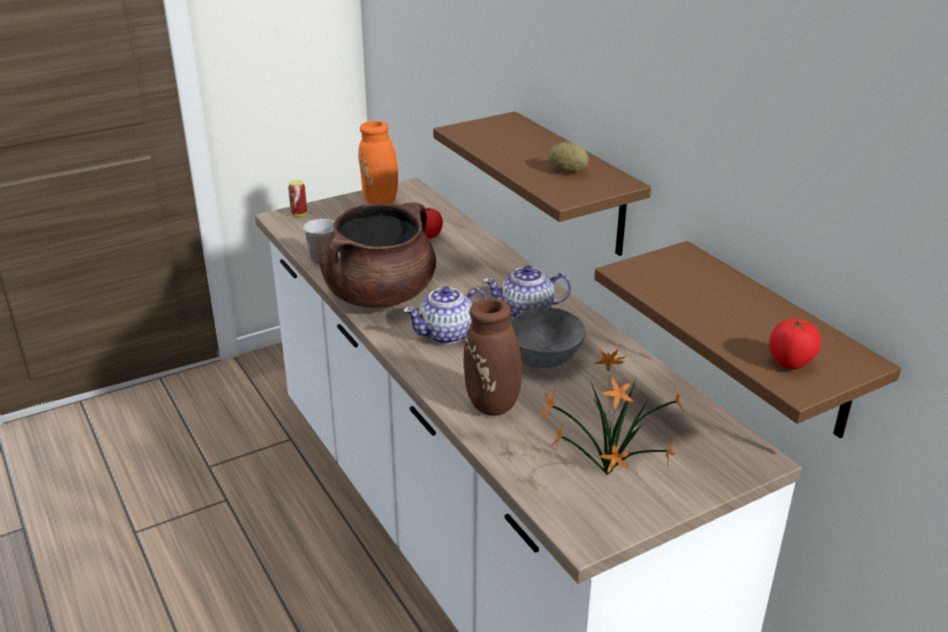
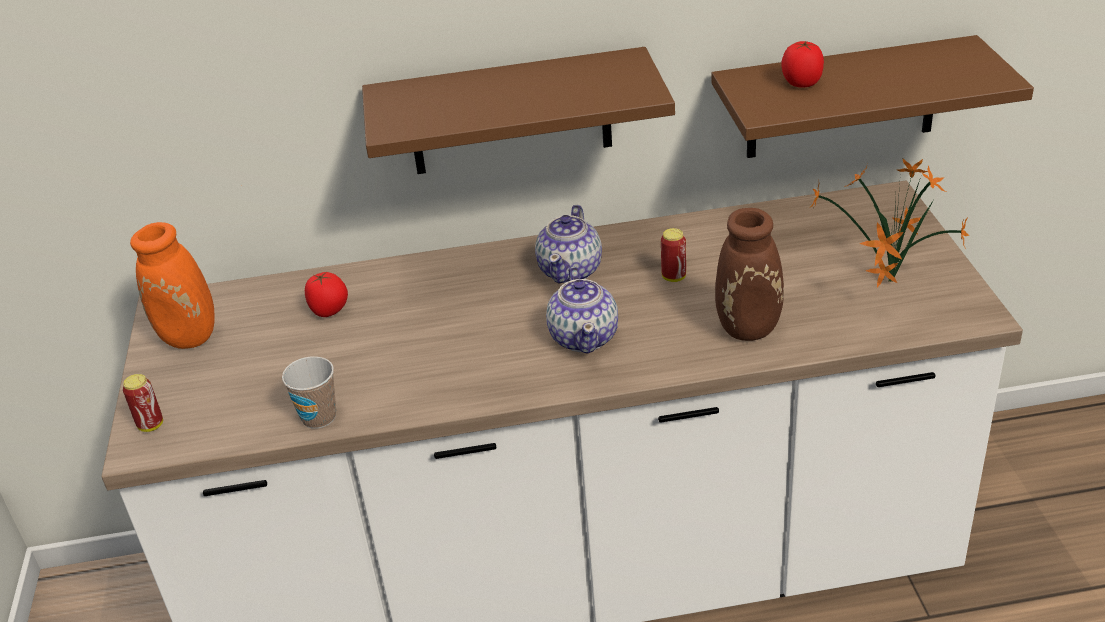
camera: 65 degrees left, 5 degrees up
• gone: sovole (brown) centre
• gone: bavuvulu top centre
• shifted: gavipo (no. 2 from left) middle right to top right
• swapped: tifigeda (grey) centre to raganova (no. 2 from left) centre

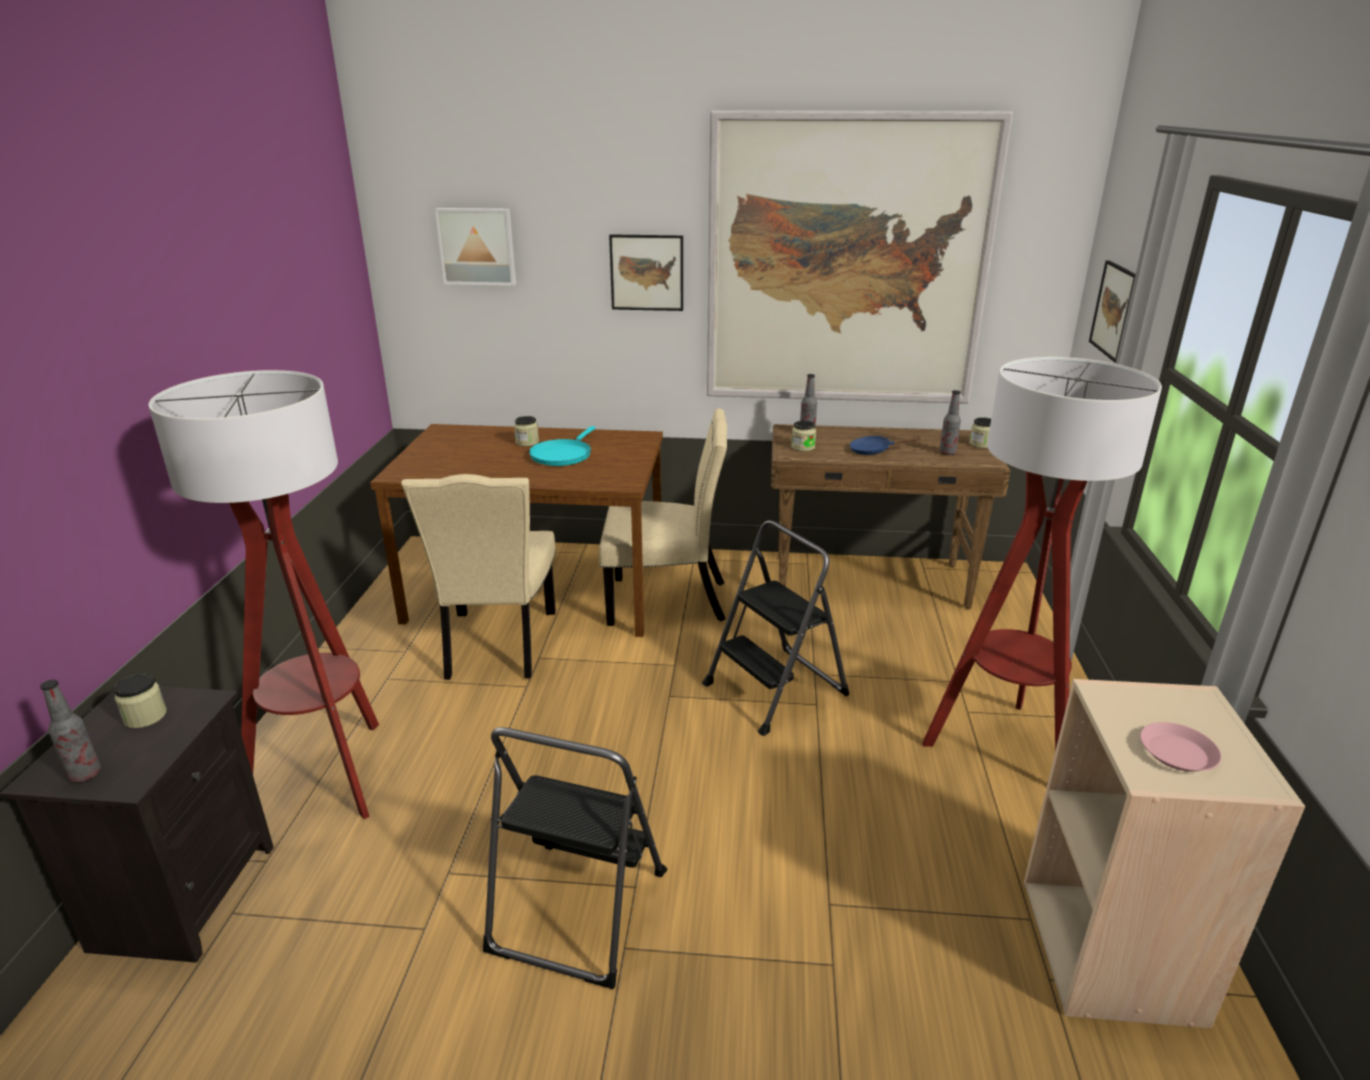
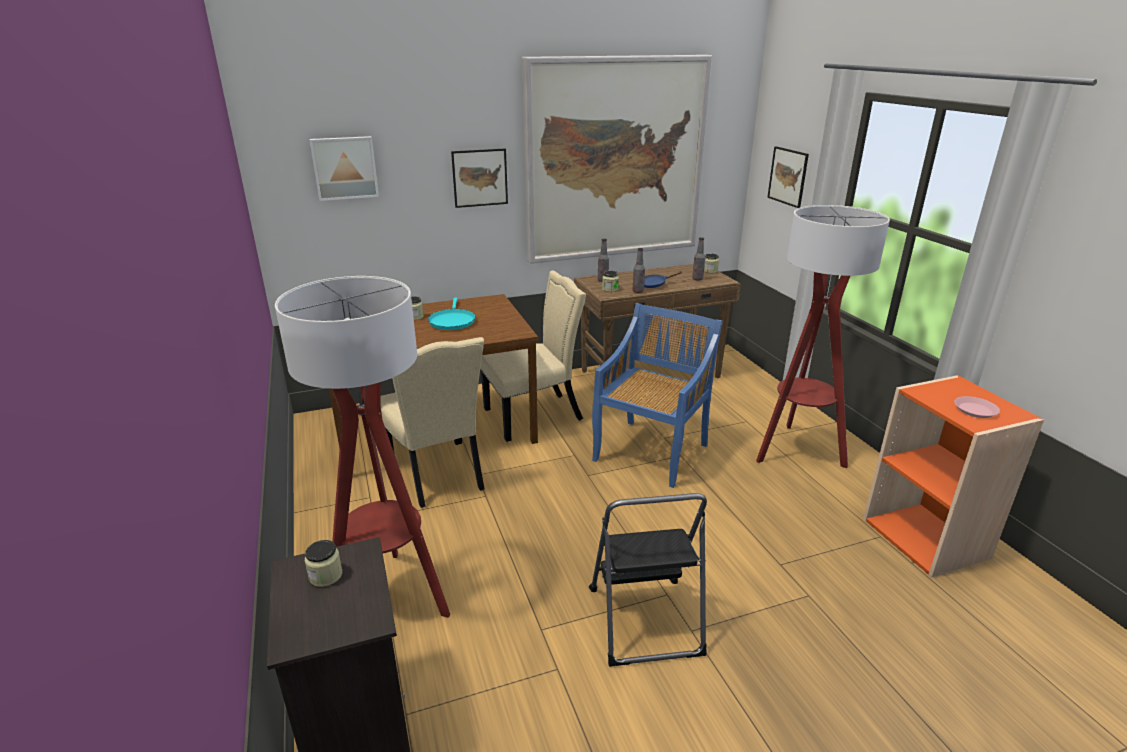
camera: 25 degrees left, 0 degrees up
• shifted: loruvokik (no. 1 from left in the first image) bottom left to loruvokik (no. 2 from left) centre
• swapped: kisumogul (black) (no. 2 from left) centre to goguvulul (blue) centre
• repainted: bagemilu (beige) bottom right to bagemilu (orange) middle right

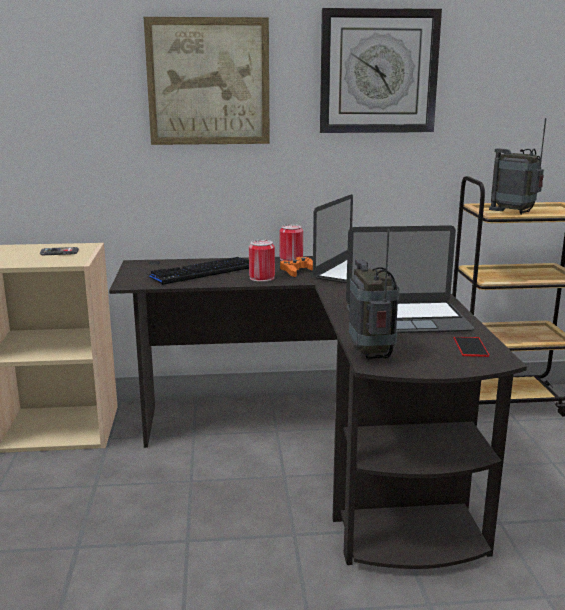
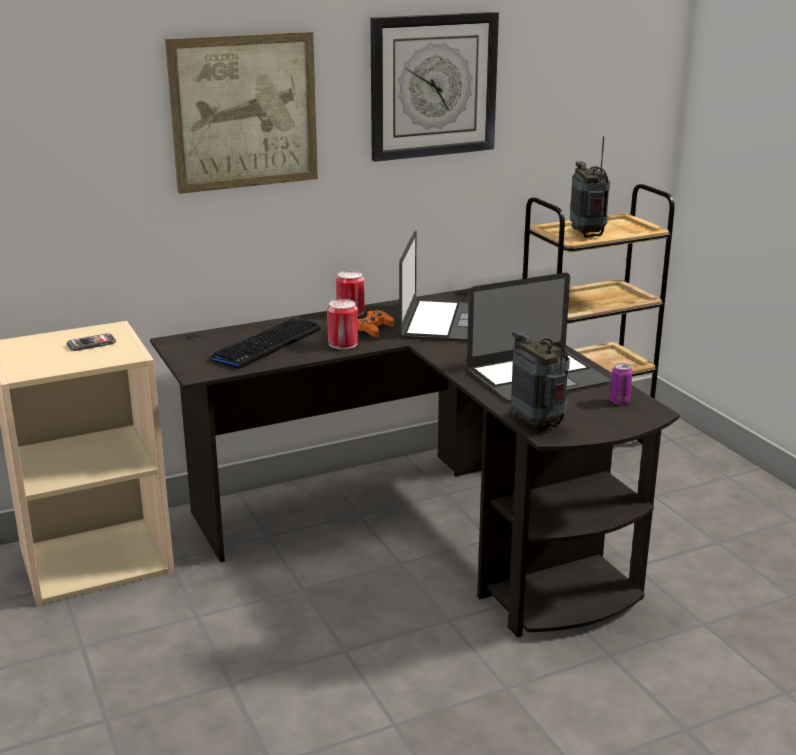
camera: 20 degrees left, 5 degrees up
• swapped: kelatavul (no. 2 from left) middle right to raganova (no. 3 from left) middle right
• rotated: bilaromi (no. 2 from left) top right = top right 60 degrees clockwise

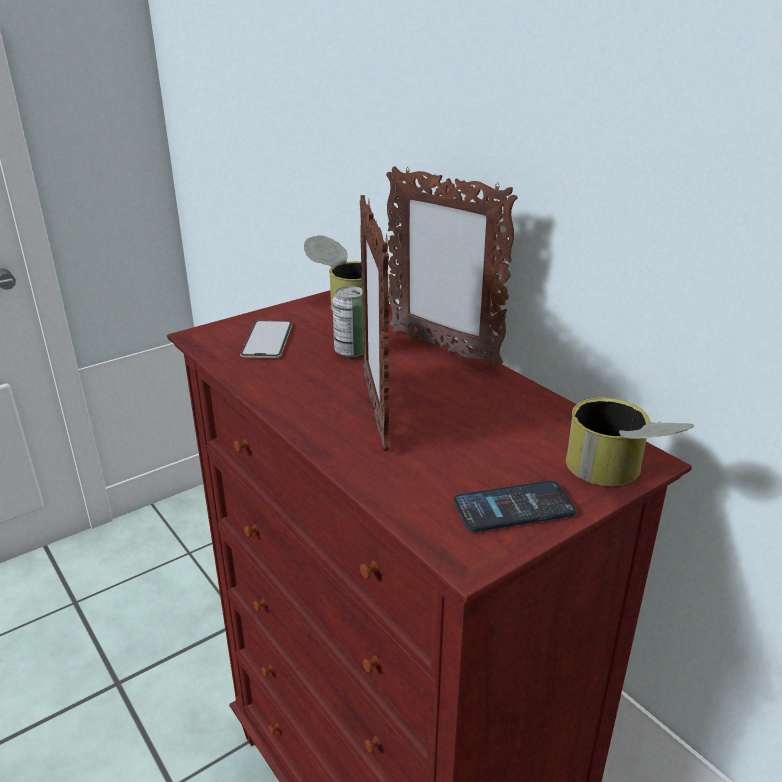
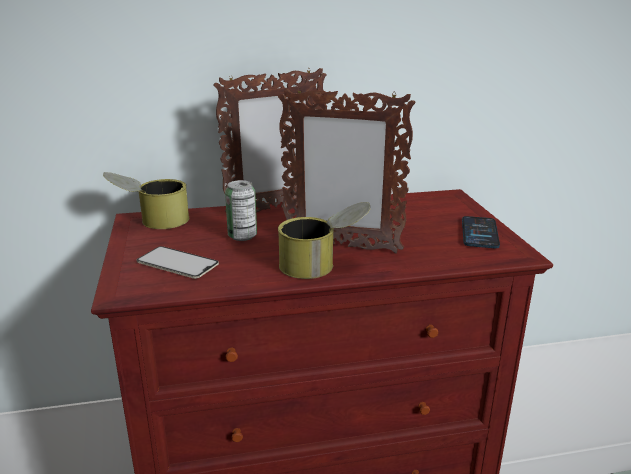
camera: 65 degrees left, 5 degrees down
• shifted: raganova (no. 3 from left) middle right to centre

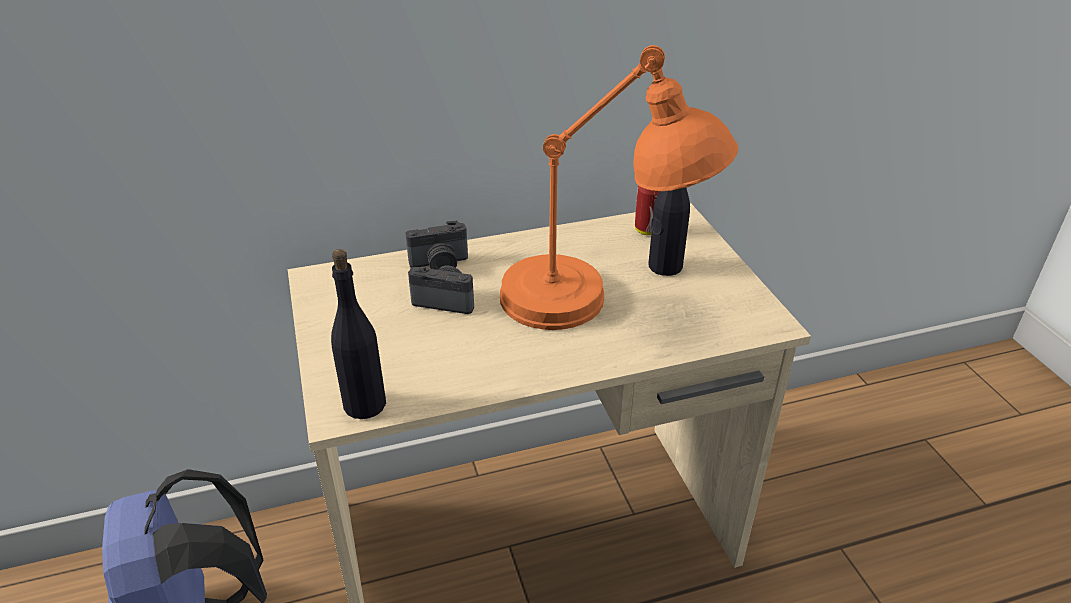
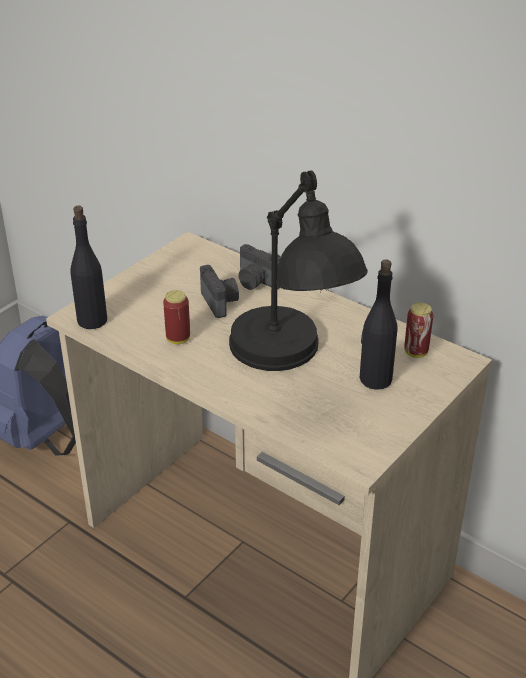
camera: 55 degrees right, 0 degrees up
• new: raganova (no. 1 from left) centre
• repainted: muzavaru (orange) top centre to muzavaru (black) centre

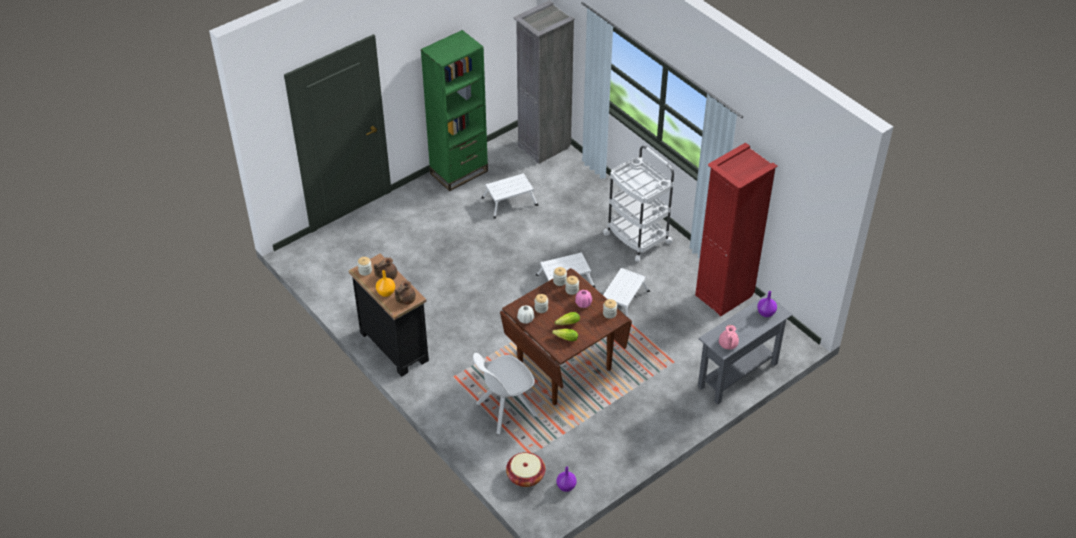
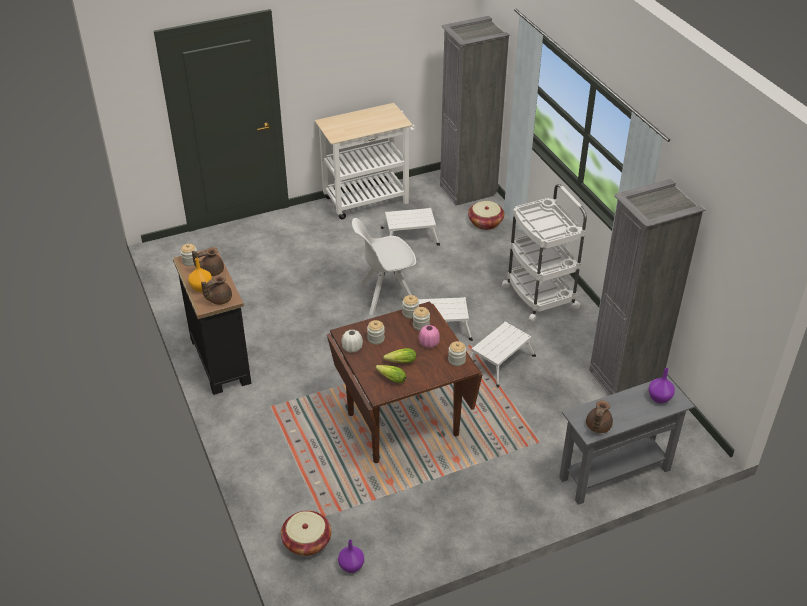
camera: 15 degrees right, 5 degrees down
• new: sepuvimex (no. 2 from left) centre
• shifted: goguvulul (white) bottom centre to centre
• swapped: bagemilu (green) top centre to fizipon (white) (no. 1 from left) top centre
• repainted: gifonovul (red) middle right to gifonovul (grey) (no. 2 from left) middle right
• repainted: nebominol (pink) middle right to nebominol (brown) (no. 3 from left) bottom right

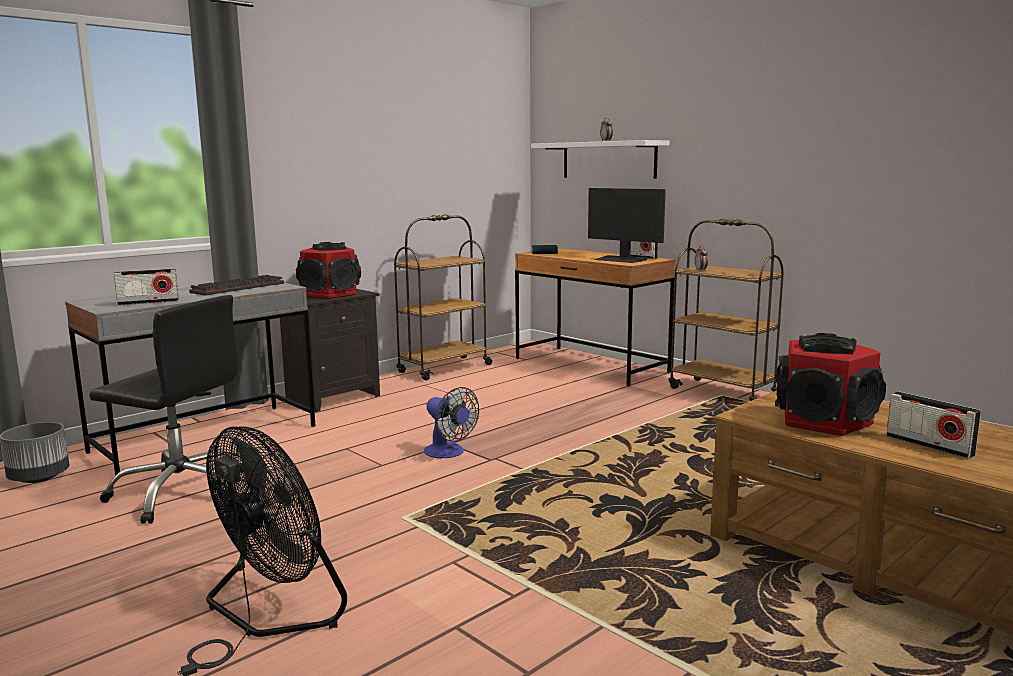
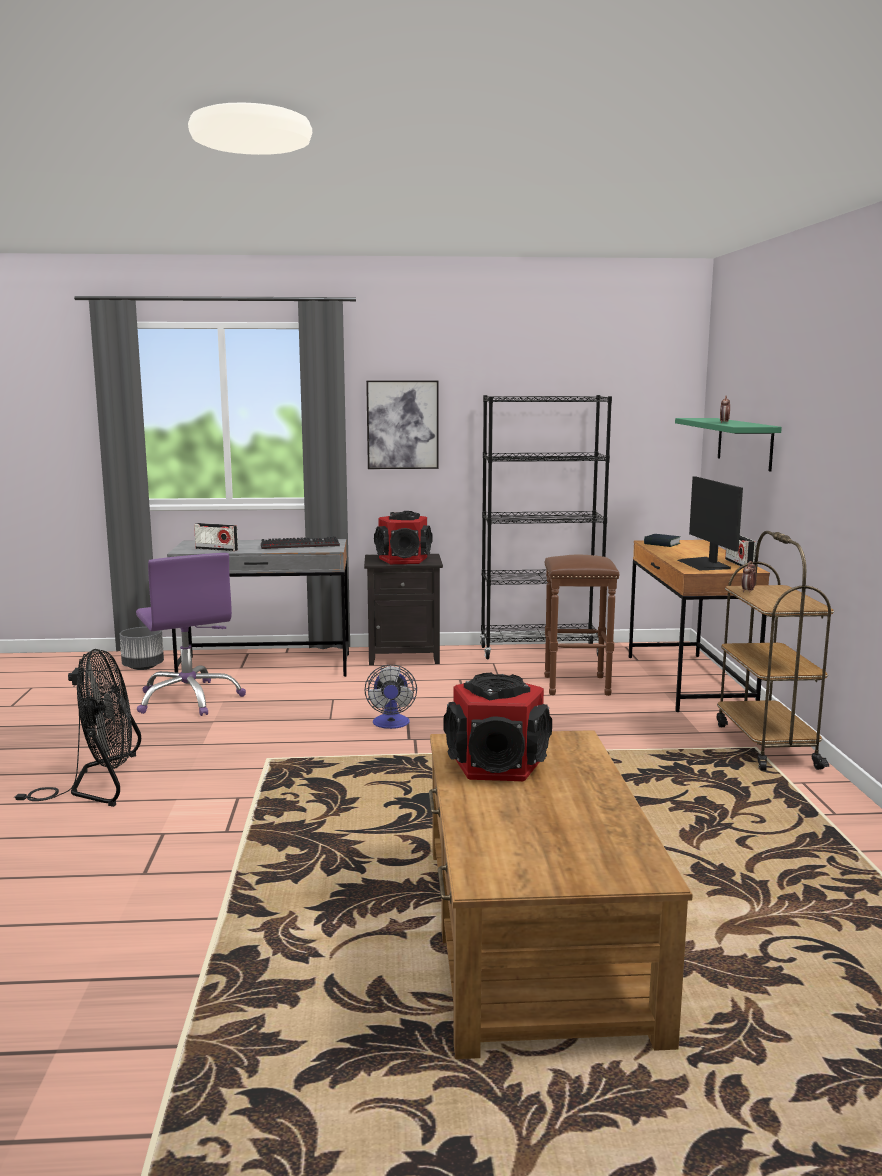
camera: 40 degrees right, 0 degrees up
• gone: bilaromi (no. 3 from left) middle right
• new: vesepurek centre
• new: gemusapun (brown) centre
• swapped: fizipon (brown) (no. 1 from left) centre to bagemilu (black) centre
• repainted: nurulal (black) middle left to nurulal (purple) middle left
• repainted: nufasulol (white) top centre to nufasulol (green) middle right

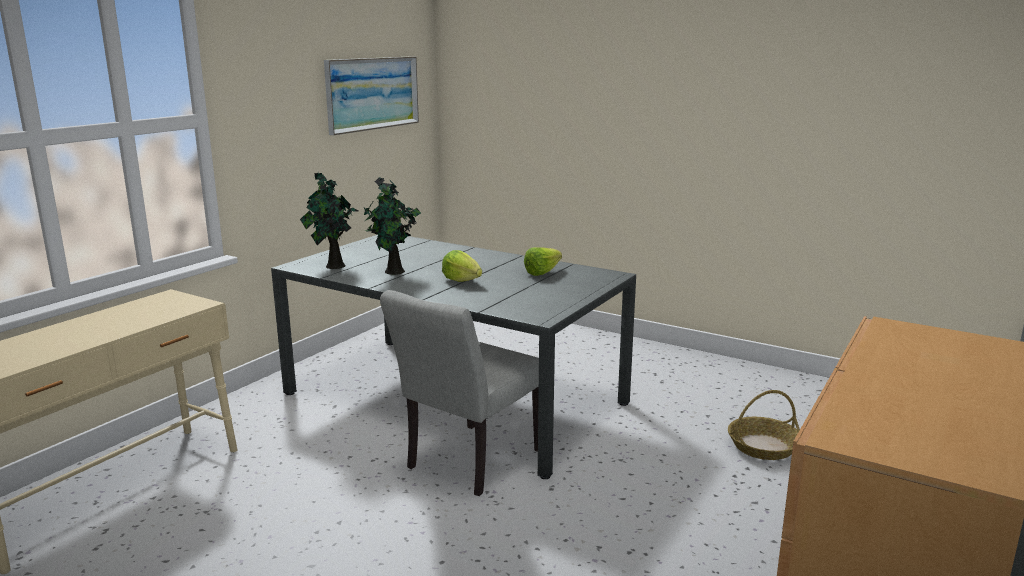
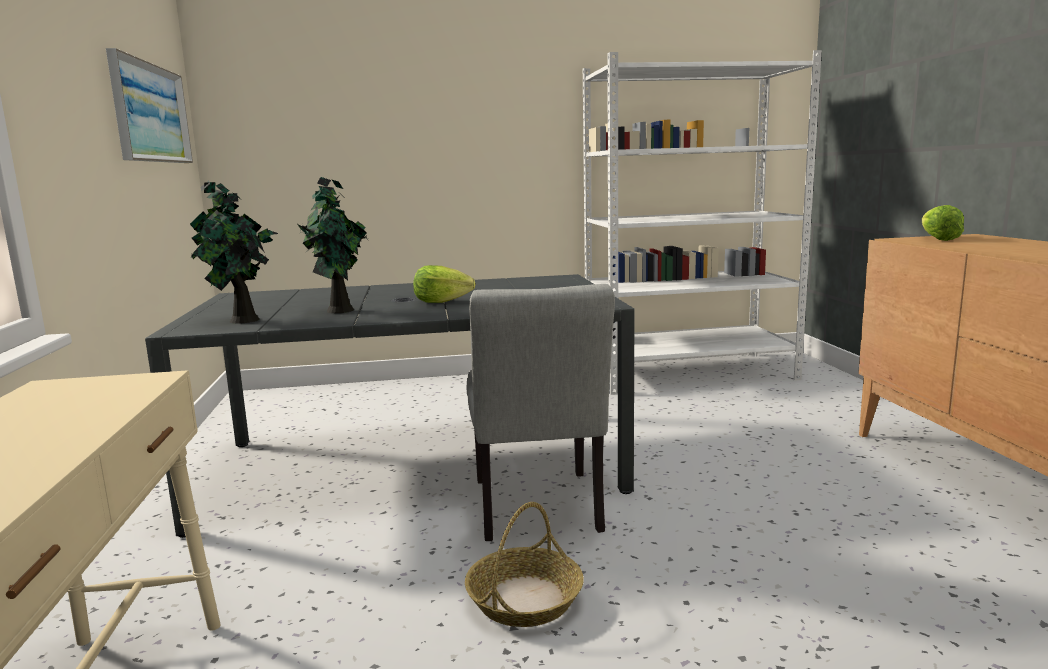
camera: 40 degrees left, 5 degrees down
• new: bagemilu (white) top right
• shifted: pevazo (no. 2 from left) centre to middle right
• shifted: sepuvimex bottom right to bottom centre

